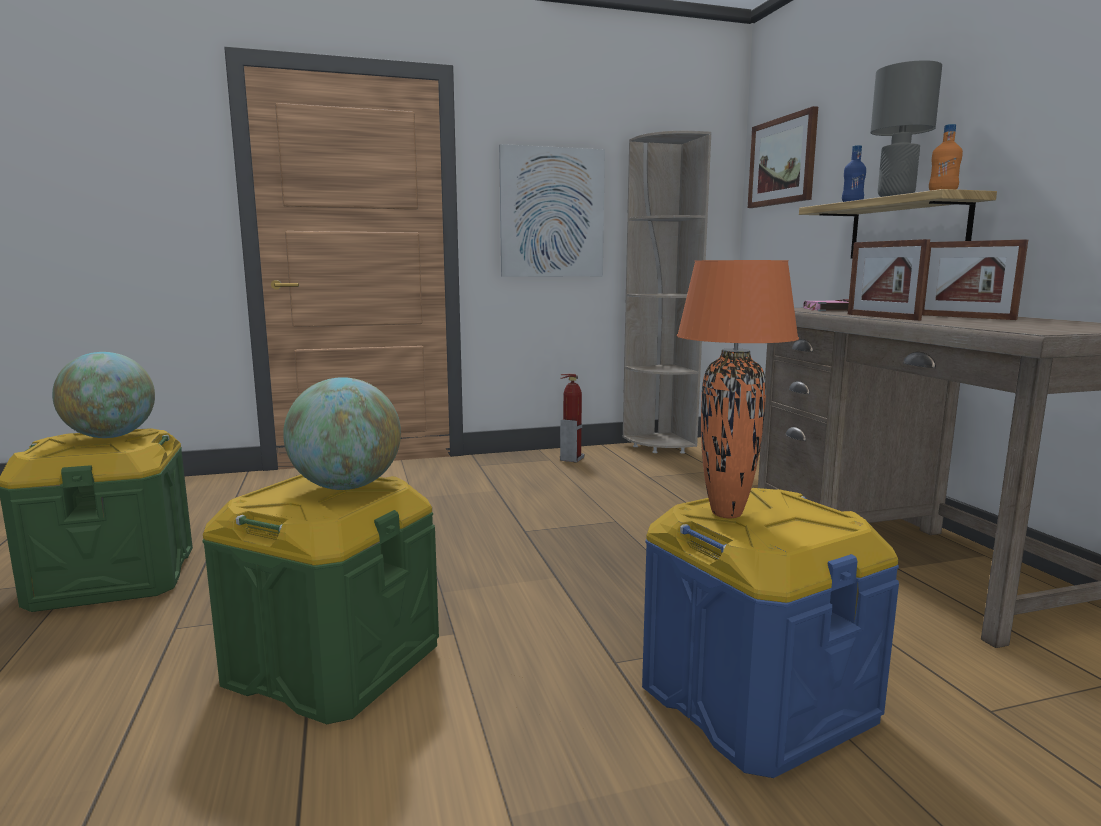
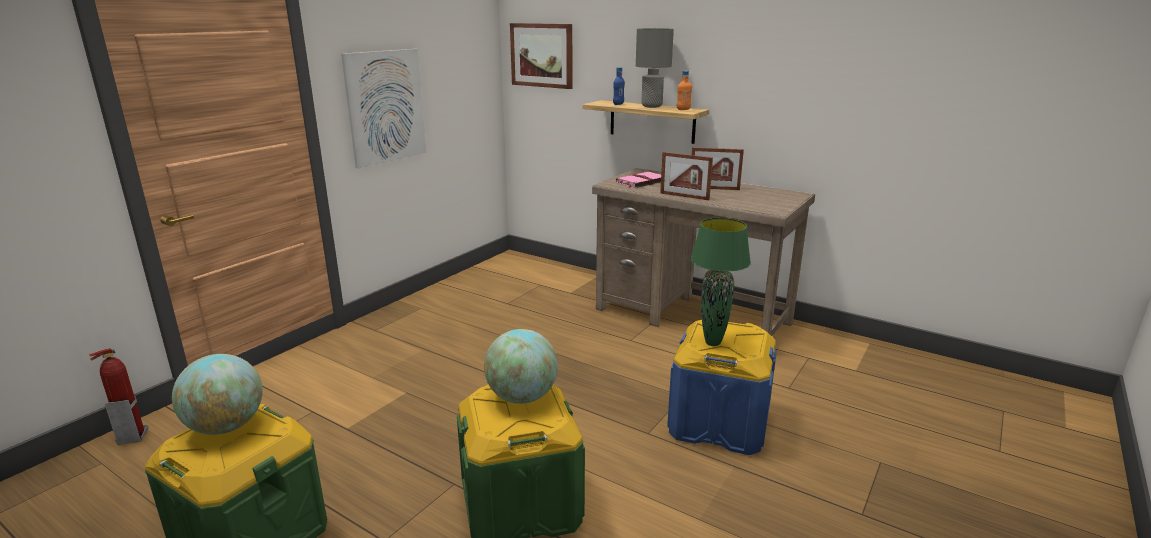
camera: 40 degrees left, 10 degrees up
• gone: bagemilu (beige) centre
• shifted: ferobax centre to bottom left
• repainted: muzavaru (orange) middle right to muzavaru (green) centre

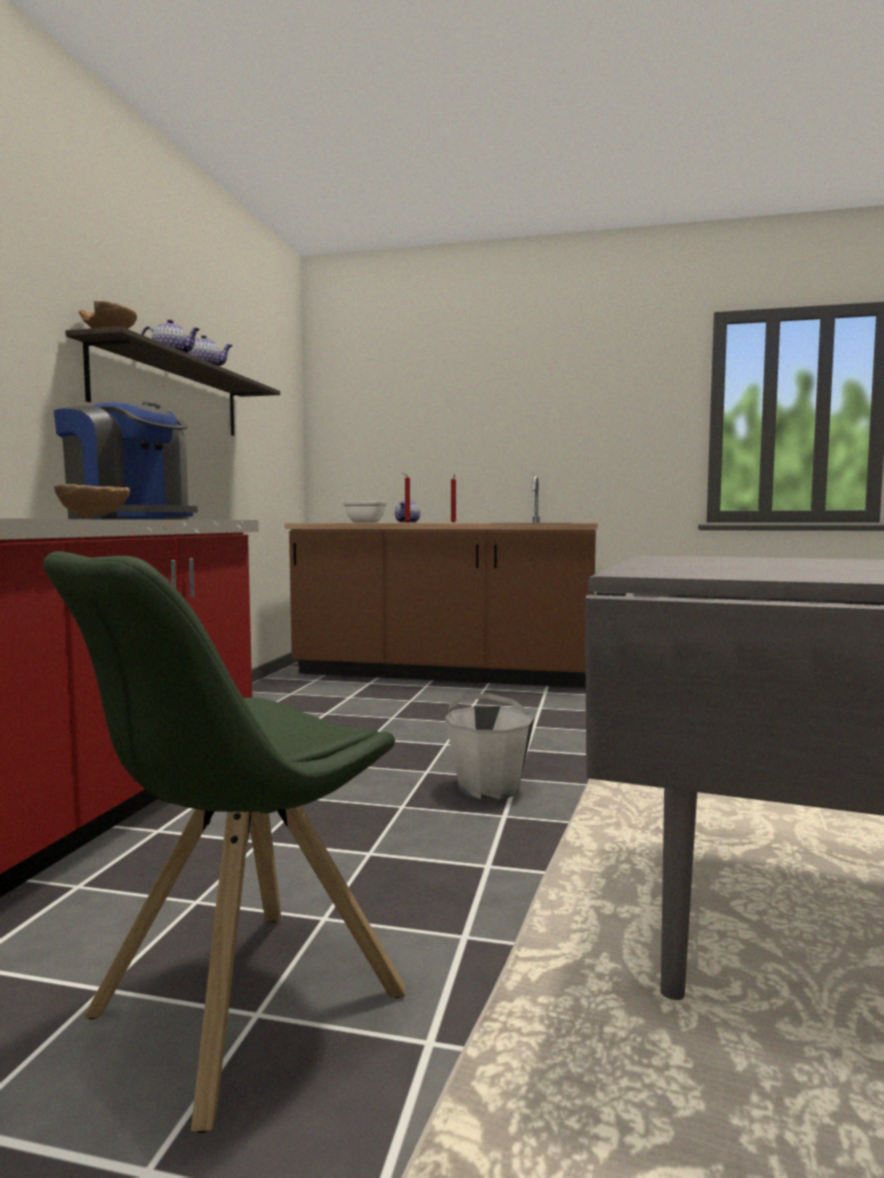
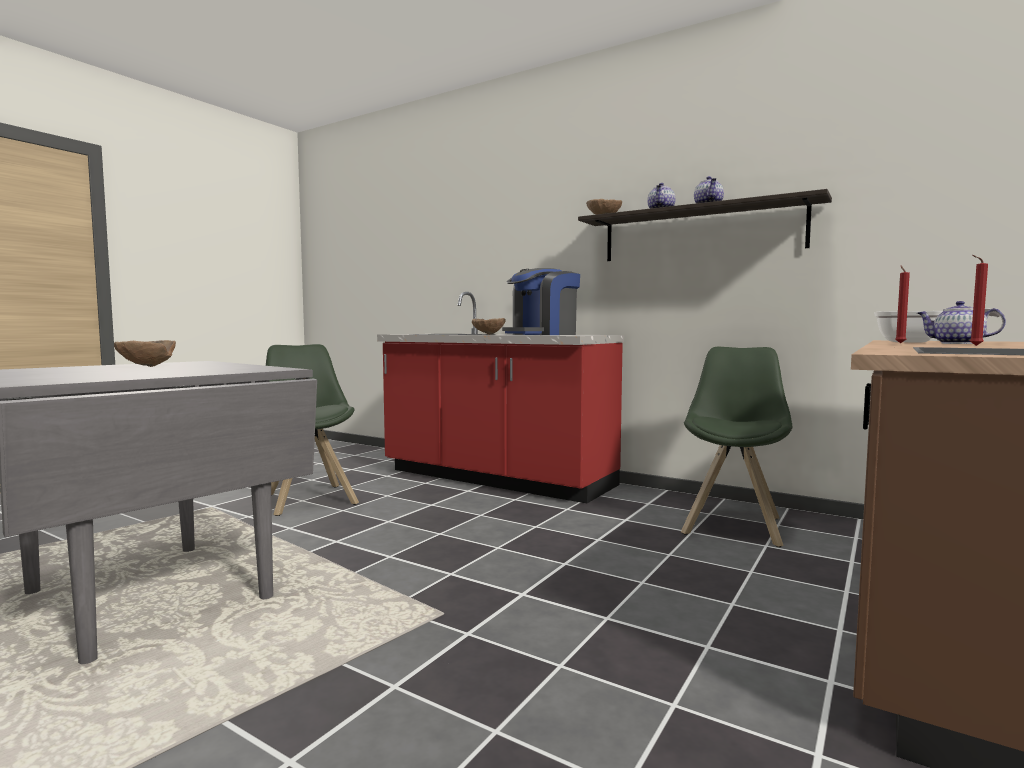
camera: 110 degrees right, 0 degrees up
• gone: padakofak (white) centre
• new: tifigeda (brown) (no. 1 from left) middle left
• new: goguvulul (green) (no. 2 from left) middle right

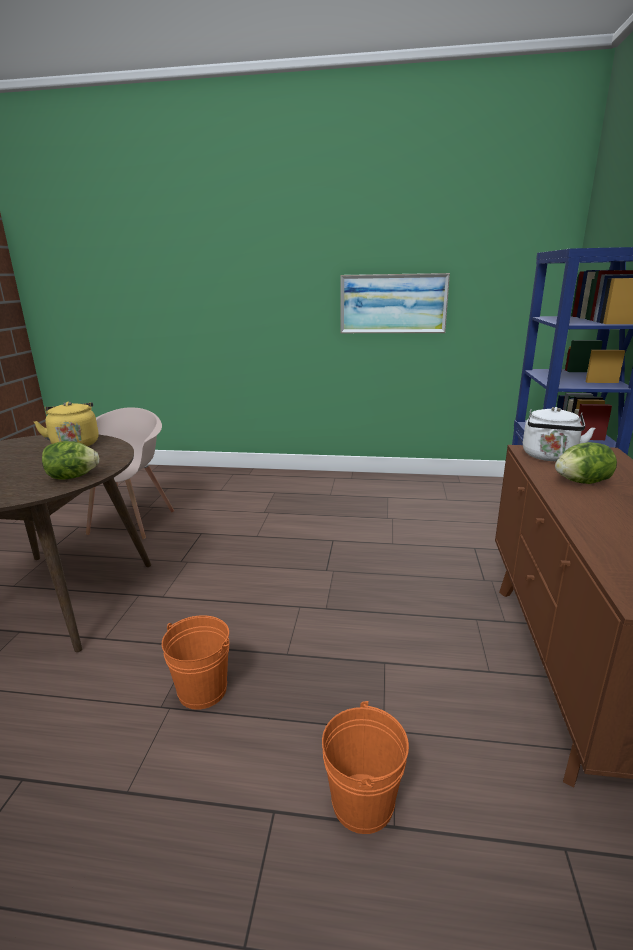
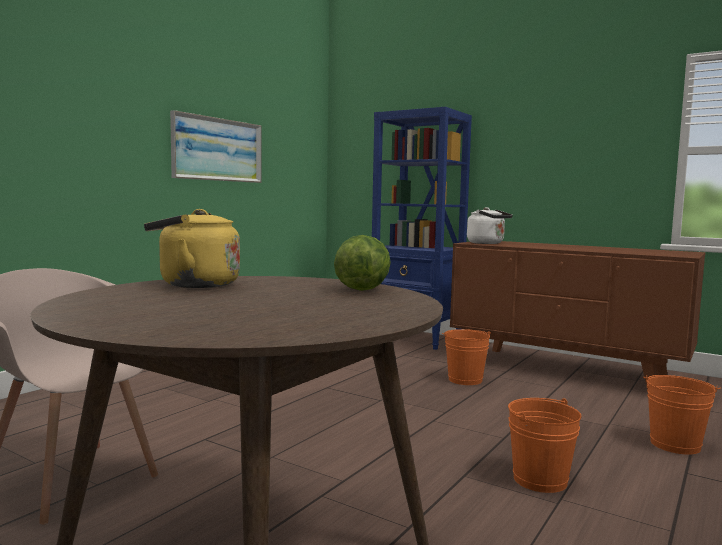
camera: 65 degrees left, 15 degrees down
• gone: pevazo (no. 2 from left) middle right
• new: padakofak (orange) (no. 1 from left) centre

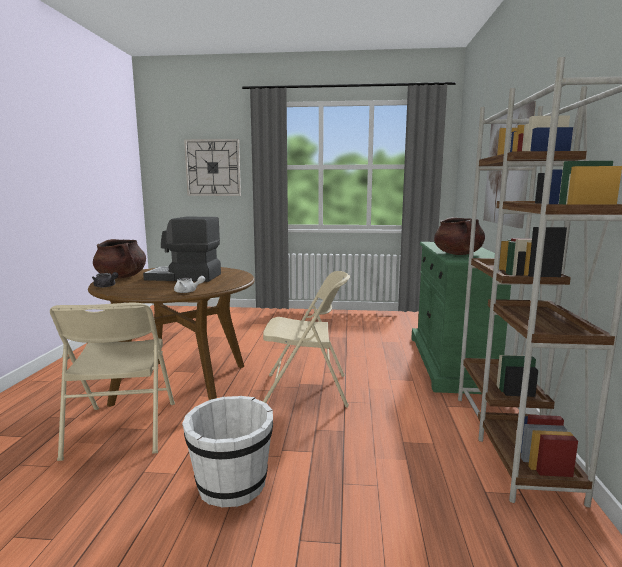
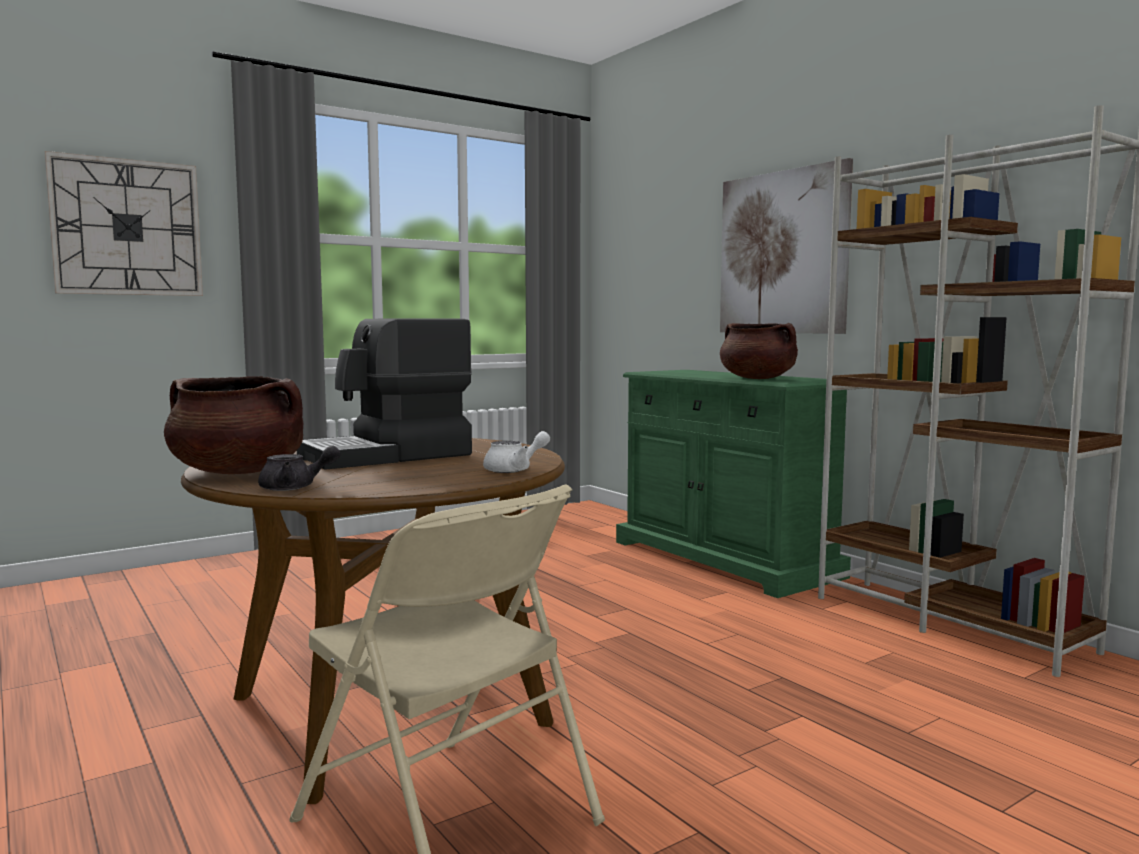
camera: 40 degrees left, 5 degrees down
• gone: padakofak (white) bottom centre
• gone: goguvulul (beige) (no. 2 from left) centre

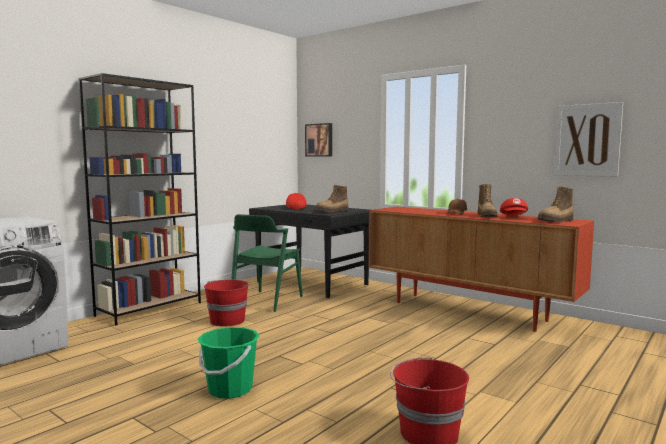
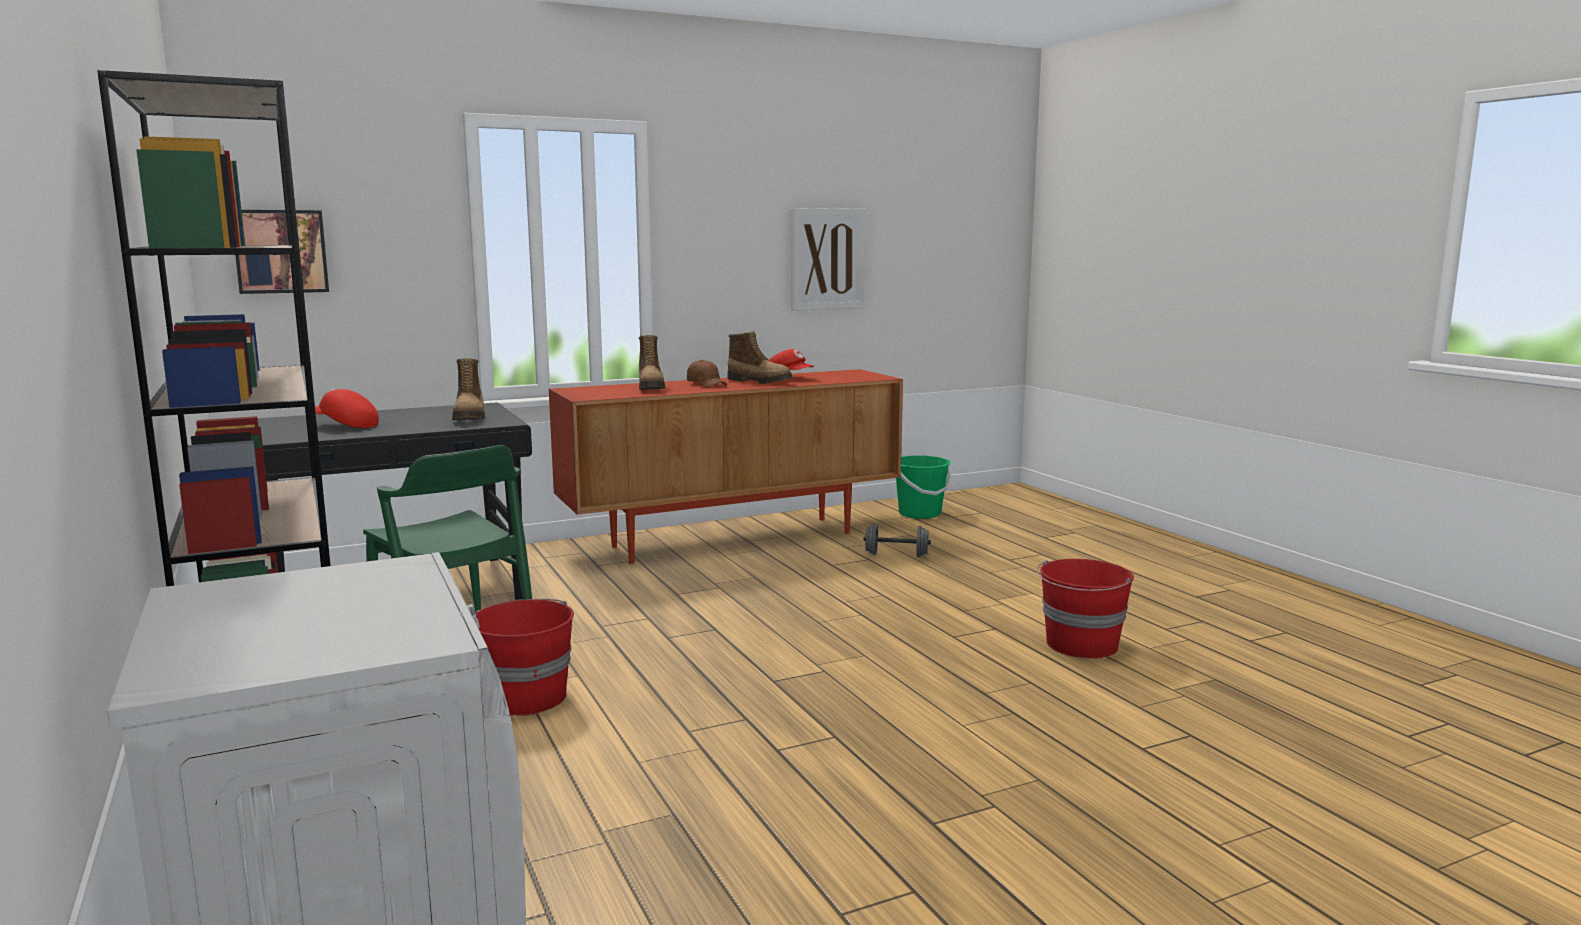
camera: 65 degrees left, 5 degrees up
• new: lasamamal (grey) centre
• shifted: padakofak (green) bottom centre to centre
• shifted: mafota (no. 3 from left in the first image) middle right to mafota (no. 2 from left) centre

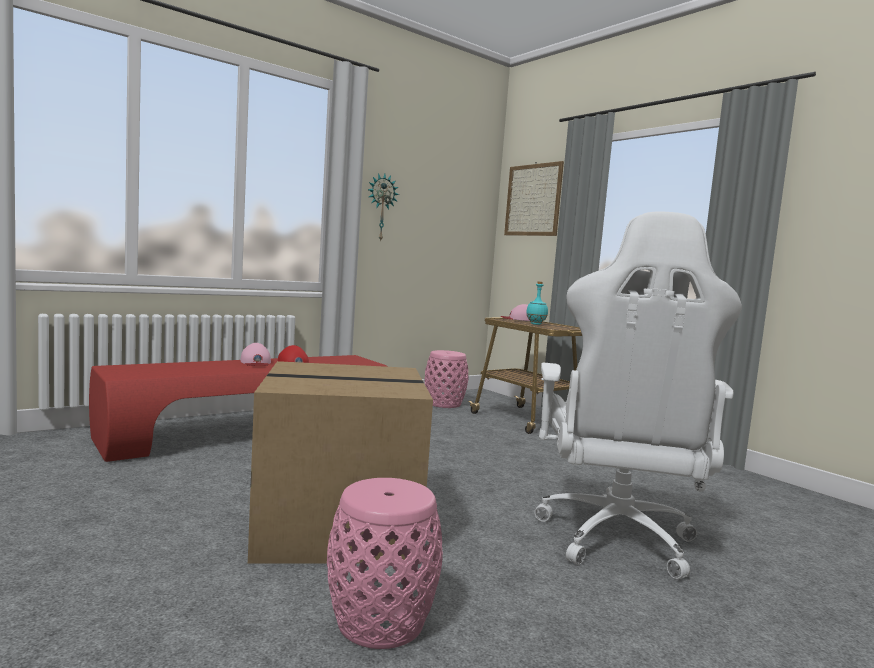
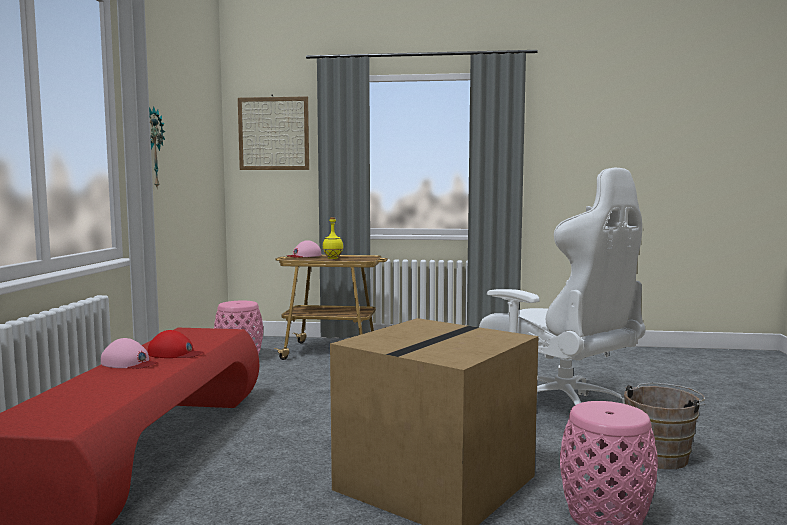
camera: 45 degrees left, 0 degrees up
• new: padakofak (brown) bottom right
• repainted: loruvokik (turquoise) centre to loruvokik (yellow) centre

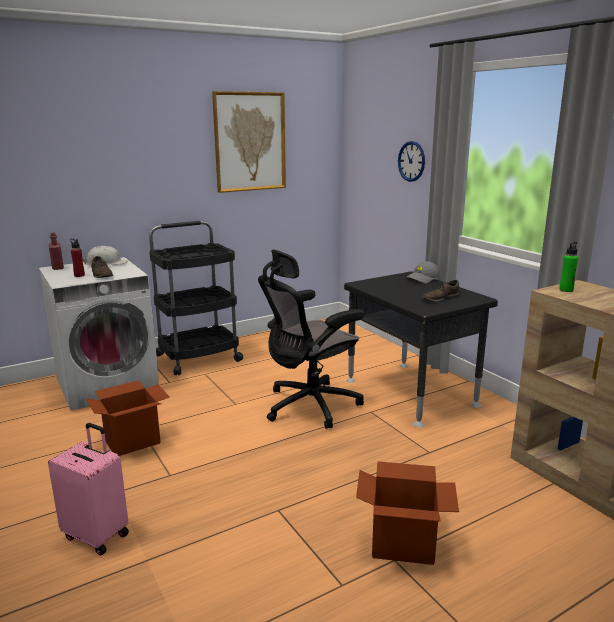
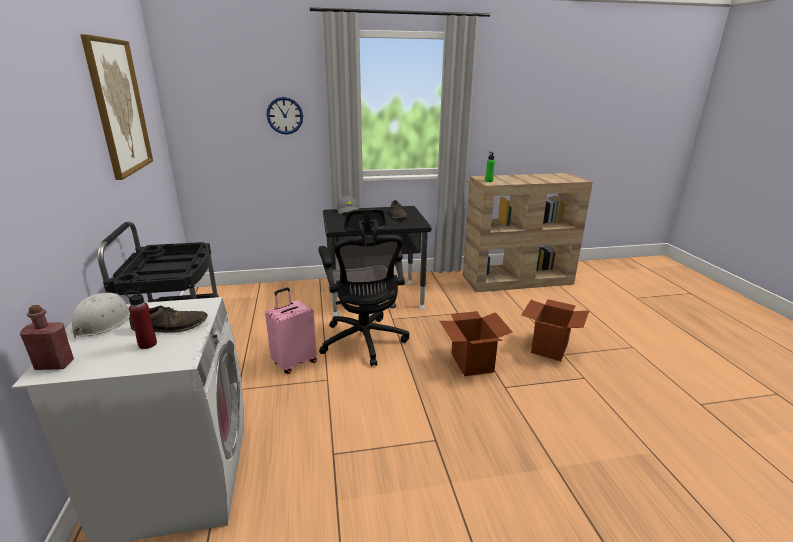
camera: 70 degrees left, 5 degrees up
• shifted: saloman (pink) bottom left to centre
• shifted: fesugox (no. 1 from left) bottom left to centre

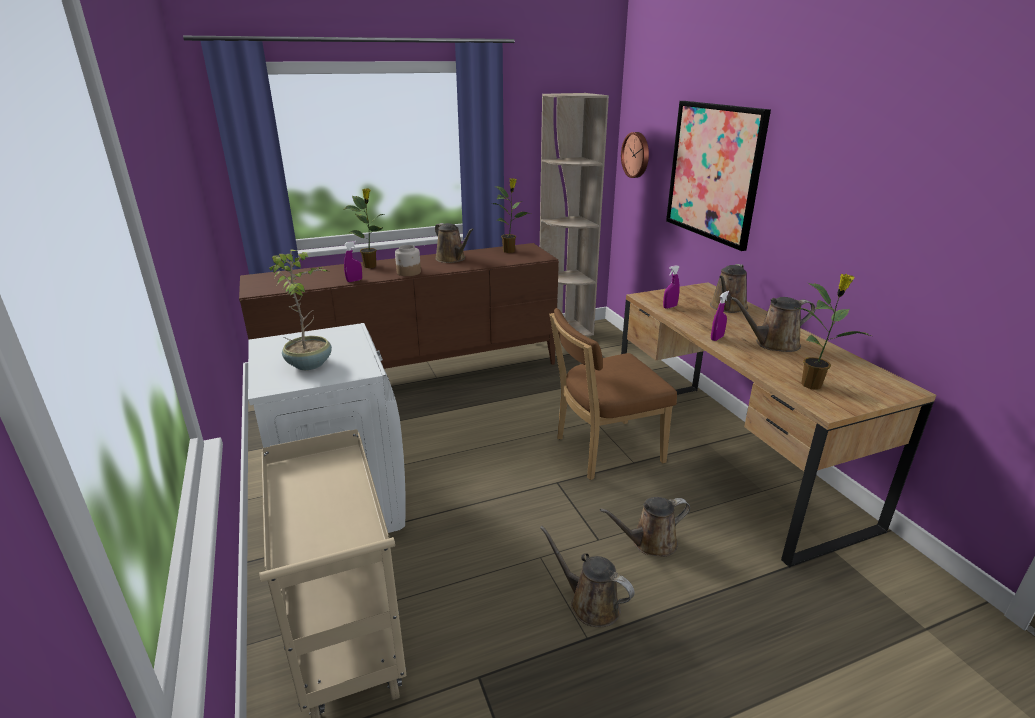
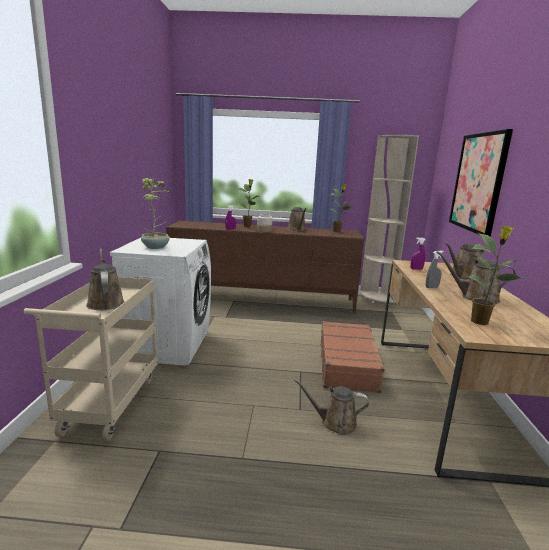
camera: 25 degrees right, 10 degrees down
• gone: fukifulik top centre
• shifted: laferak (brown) (no. 2 from left in the first image) bottom centre to laferak (brown) (no. 1 from left) middle left
• swapped: goguvulul (brown) centre to saloman (brown) centre
• repainted: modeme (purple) (no. 3 from left) middle right to modeme (grey) middle right

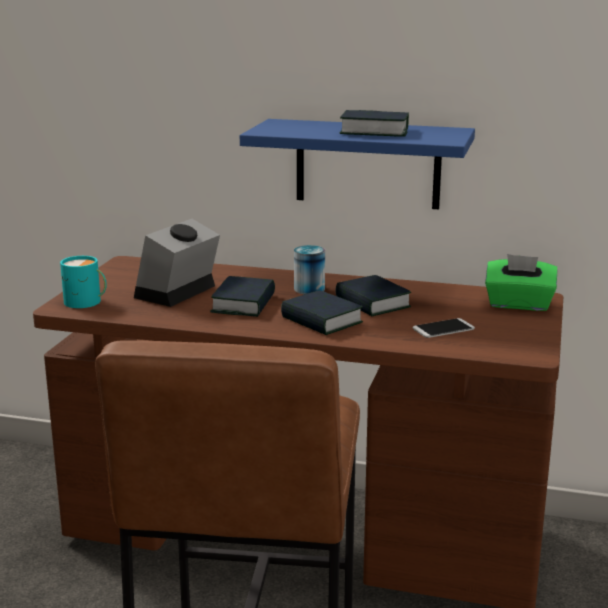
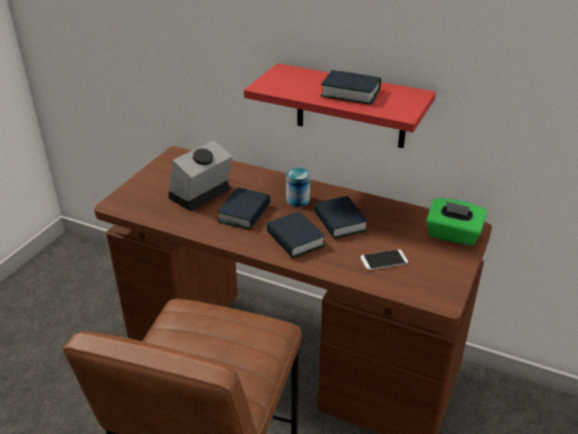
camera: 10 degrees right, 15 degrees up
• gone: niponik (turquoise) middle left
• repainted: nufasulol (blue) top centre to nufasulol (red) top centre

